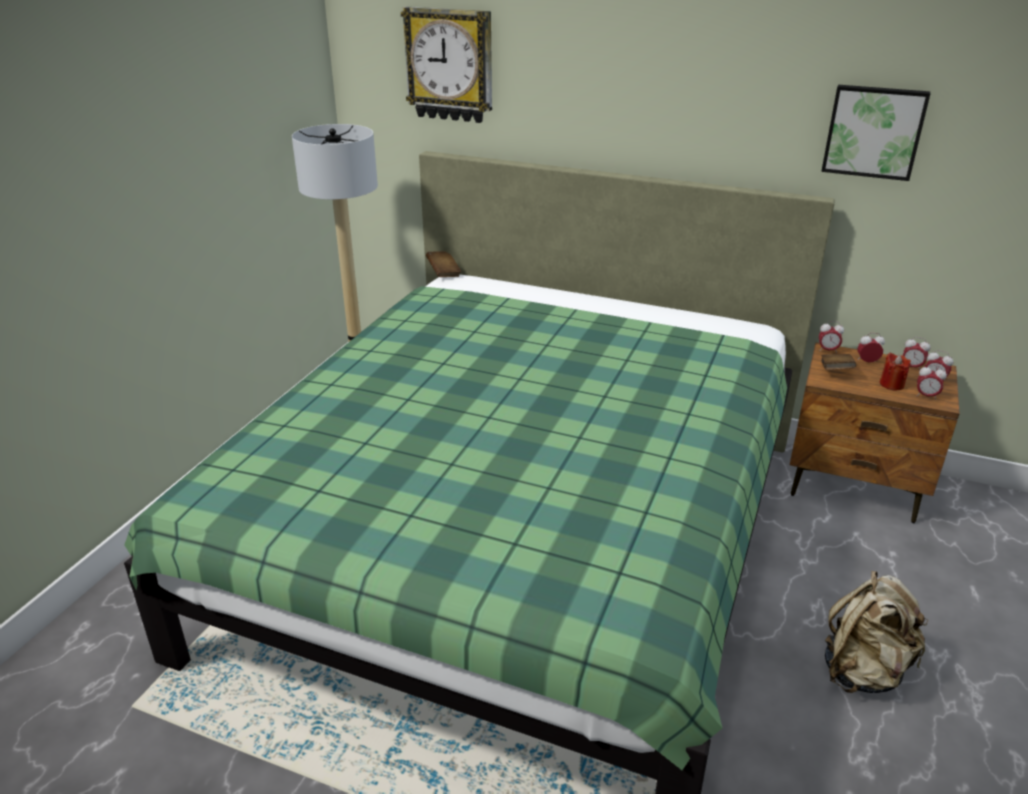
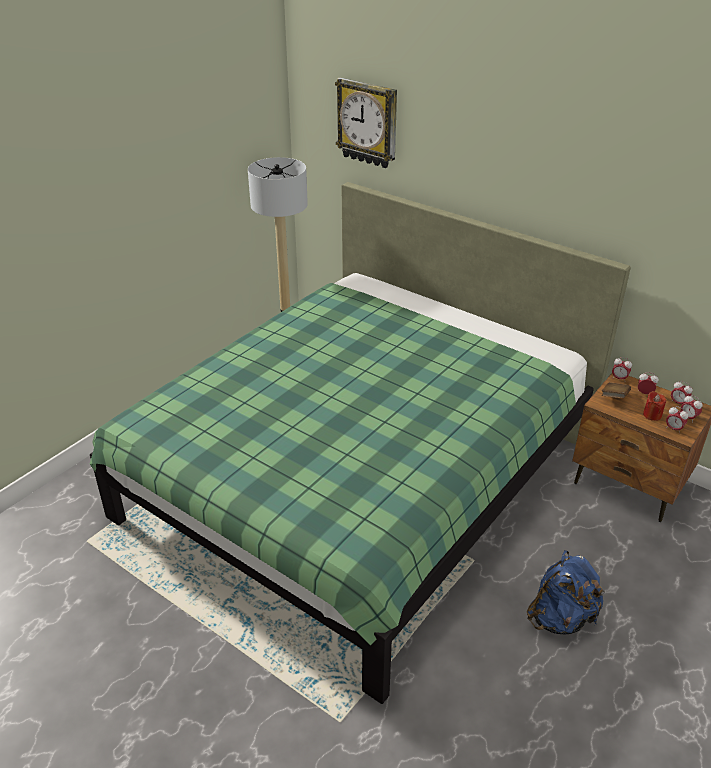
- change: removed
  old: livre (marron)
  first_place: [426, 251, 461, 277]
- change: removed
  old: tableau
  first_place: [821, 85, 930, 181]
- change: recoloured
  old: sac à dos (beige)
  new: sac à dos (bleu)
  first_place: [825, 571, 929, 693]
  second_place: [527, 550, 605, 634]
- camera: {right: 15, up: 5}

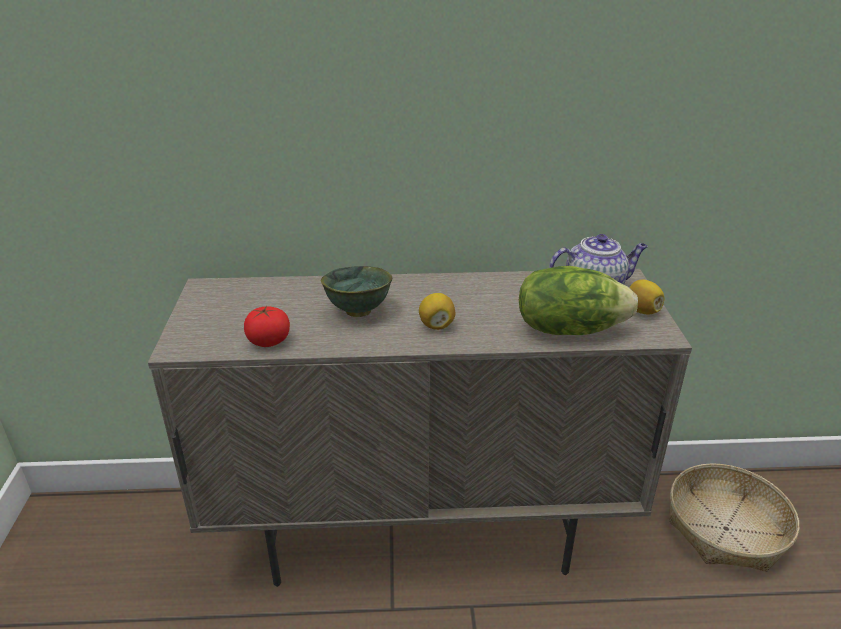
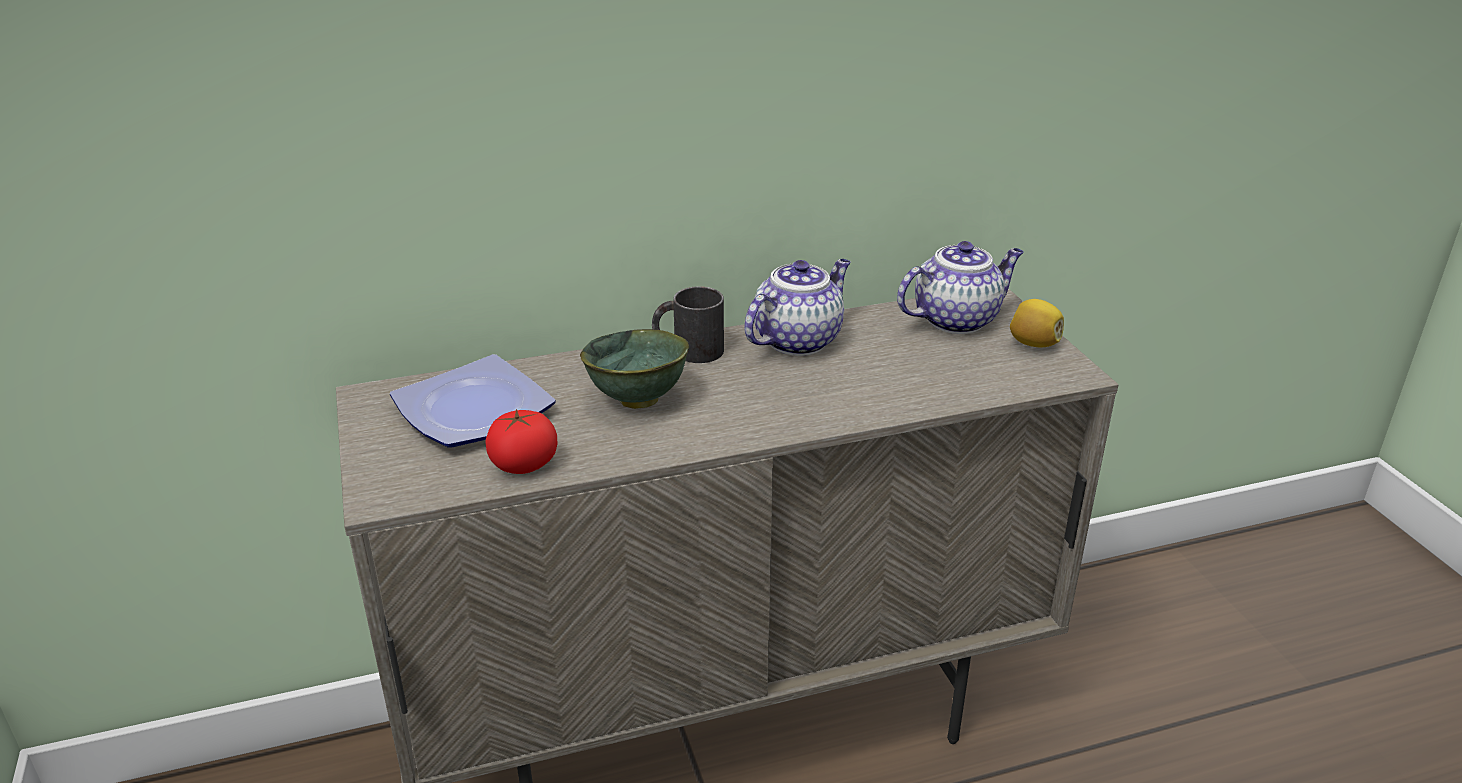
- change: removed
  old: citron
  first_place: [419, 293, 455, 330]
- change: removed
  old: laitue
  first_place: [519, 266, 638, 335]
- change: removed
  old: panier
  first_place: [669, 463, 799, 572]
- change: added
  new: assiette
  second_place: [390, 354, 556, 448]
- change: added
  new: mug (noir)
  second_place: [652, 286, 724, 363]
- change: added
  new: théière
  second_place: [744, 259, 851, 356]
- camera: {right: -15, up: 0}

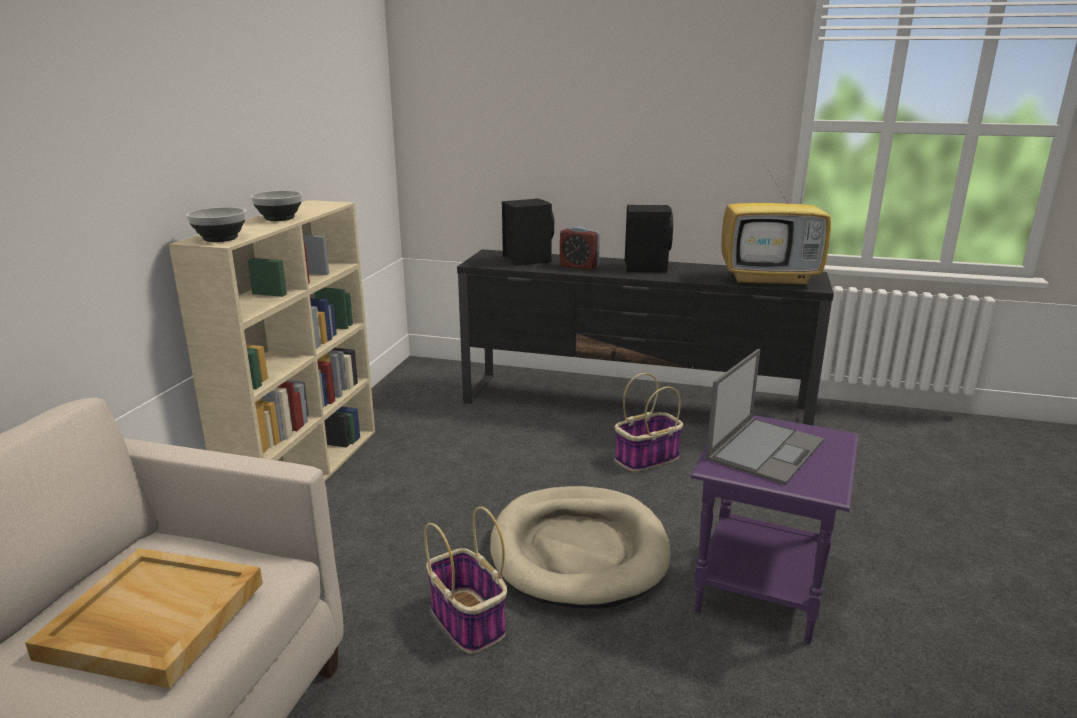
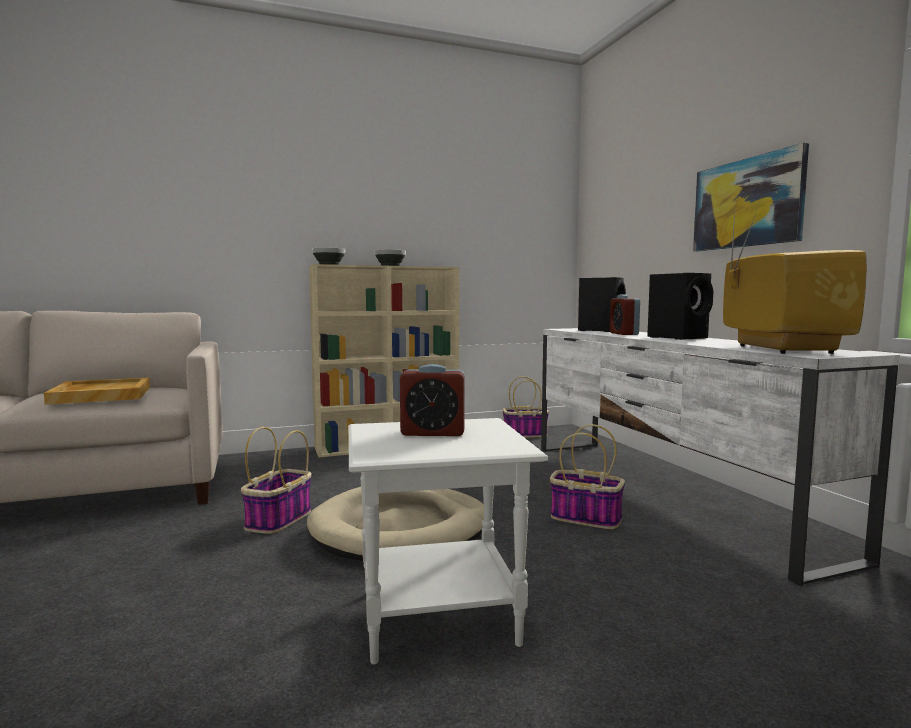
- change: added
  new: panier
  second_place: [503, 377, 549, 438]
- change: added
  new: tableau
  second_place: [693, 143, 809, 251]
- change: replaced
  old: ordinateur portable
  new: réveil
  first_place: [706, 349, 824, 485]
  second_place: [400, 364, 465, 436]
- change: recoloured
  old: meuble télé (noir)
  new: meuble télé (blanc)
  first_place: [457, 249, 834, 426]
  second_place: [541, 328, 900, 586]
- change: recoloured
  old: table d'appoint (violet)
  new: table d'appoint (blanc)
  first_place: [691, 415, 859, 644]
  second_place: [348, 418, 548, 665]
- change: turned
  old: téléviseur
  first_place: [721, 148, 831, 287]
  second_place: [723, 196, 867, 354]
  degrees: -150
- camera: {right: 55, up: -15}

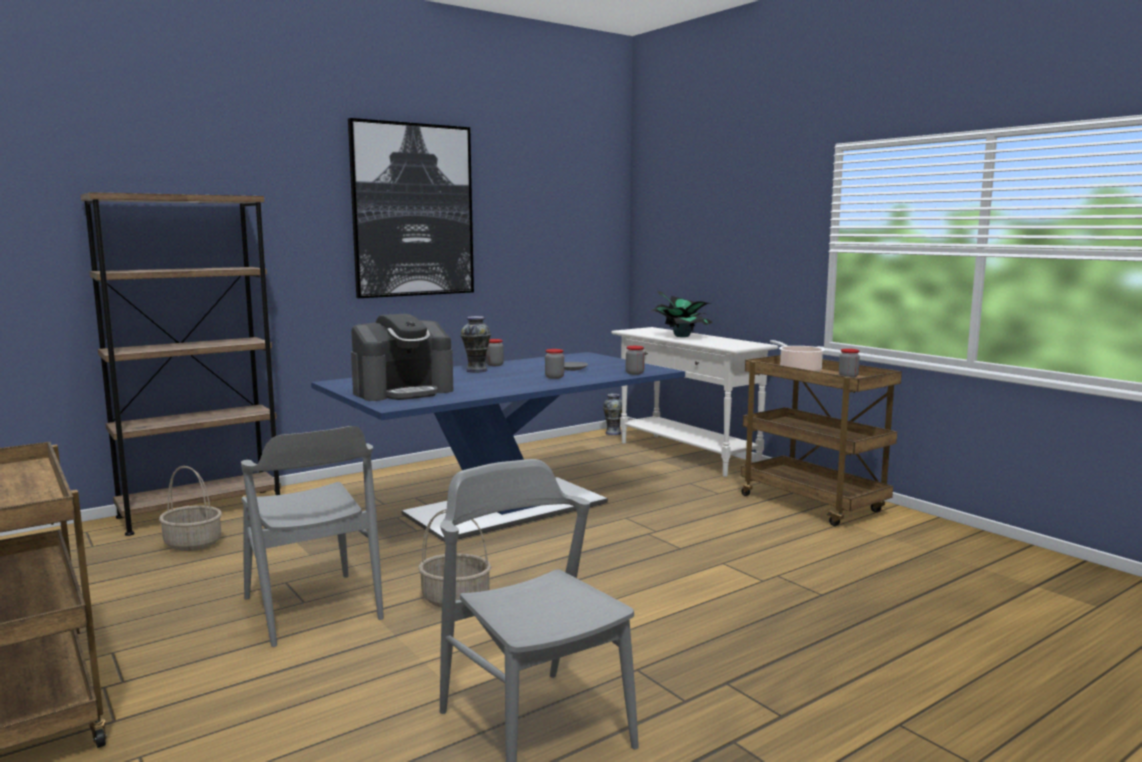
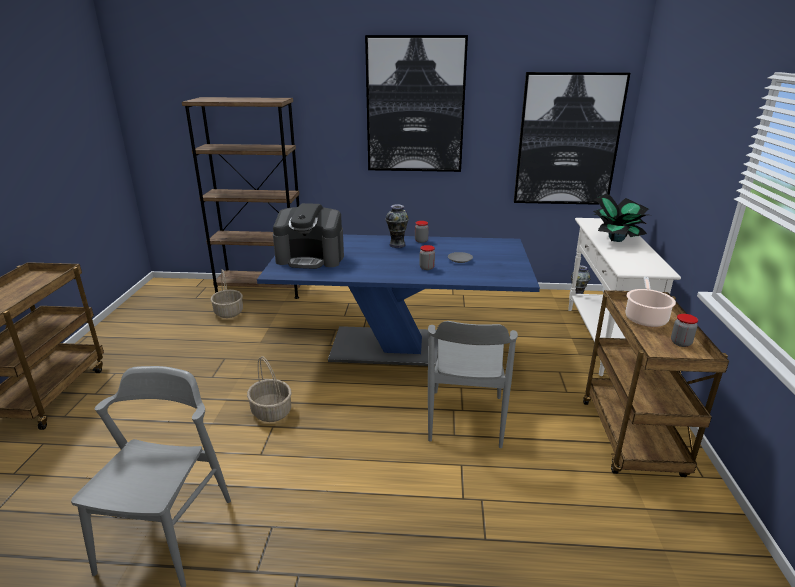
- change: removed
  old: bocal
  first_place: [626, 346, 645, 375]
- change: added
  new: tableau
  second_place: [514, 72, 630, 205]
- change: moved
  old: chaise (gris)
  first_place: [241, 426, 384, 647]
  second_place: [428, 321, 518, 448]
- camera: {right: 40, up: 15}

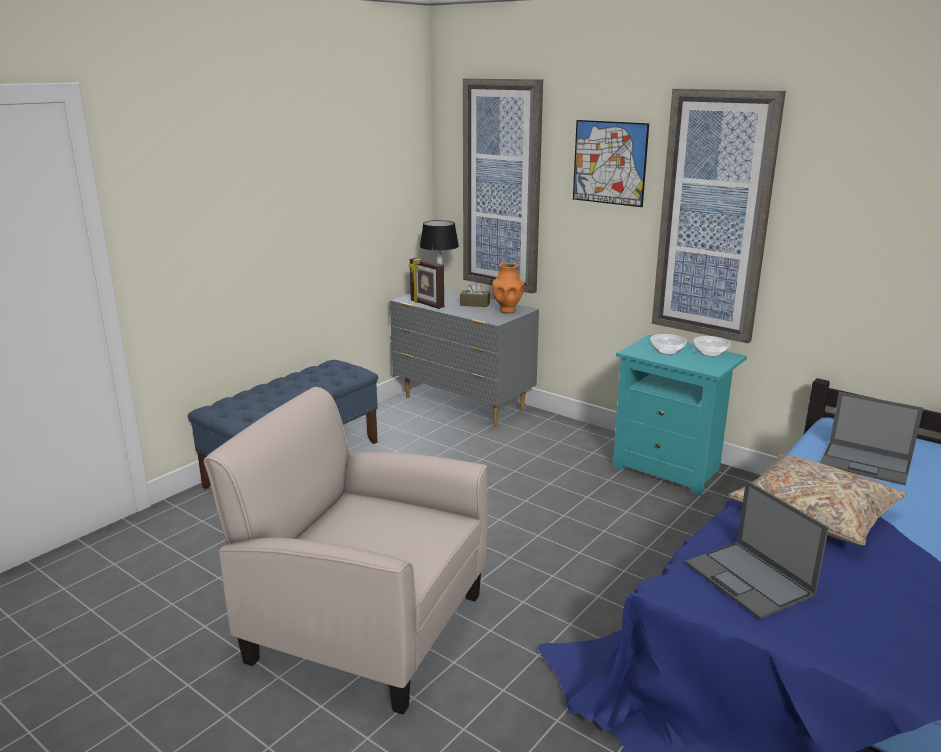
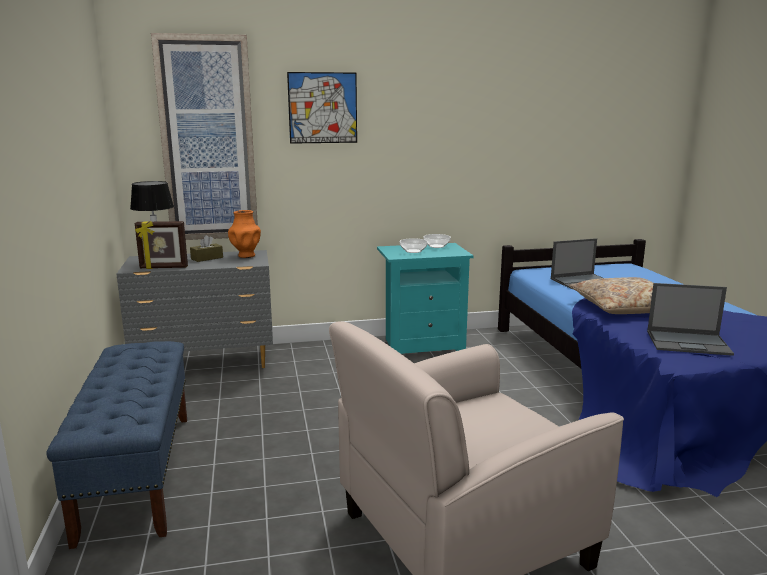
- change: removed
  old: tableau
  first_place: [652, 88, 786, 343]
- camera: {right: -50, up: -5}

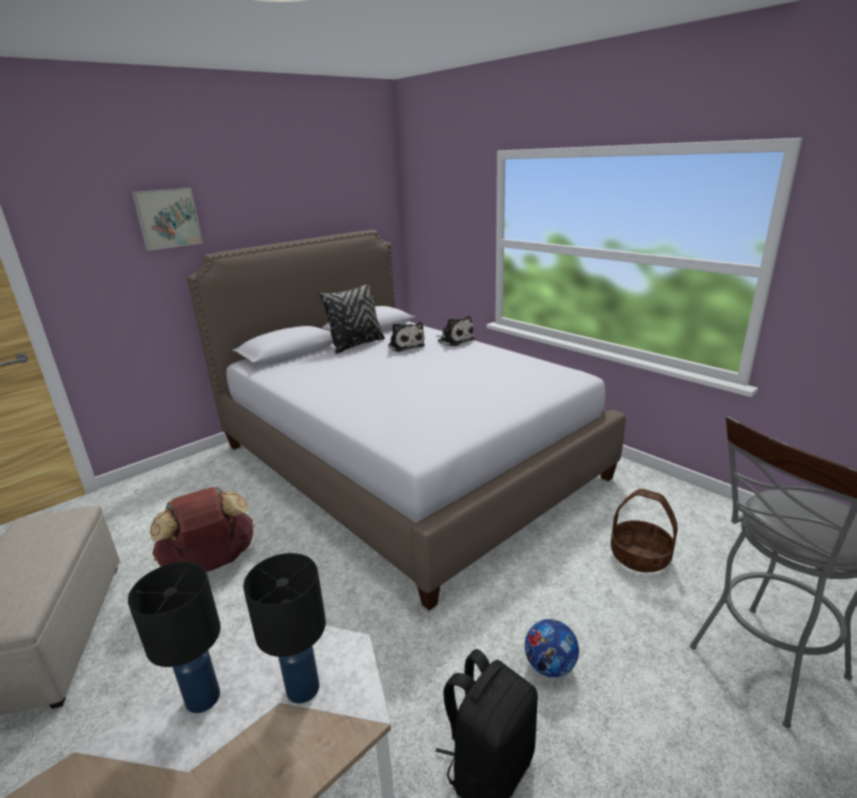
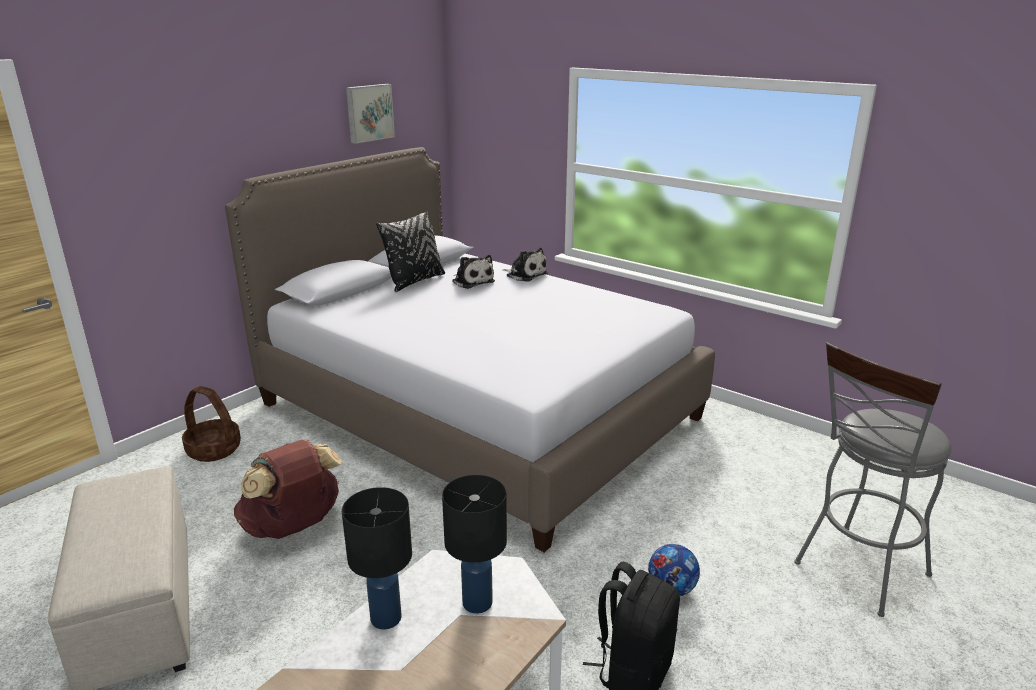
- change: moved
  old: tableau
  first_place: [132, 188, 203, 251]
  second_place: [346, 84, 395, 144]
- change: moved
  old: panier
  first_place: [611, 489, 678, 573]
  second_place: [182, 386, 241, 462]
- camera: {right: -10, up: 0}

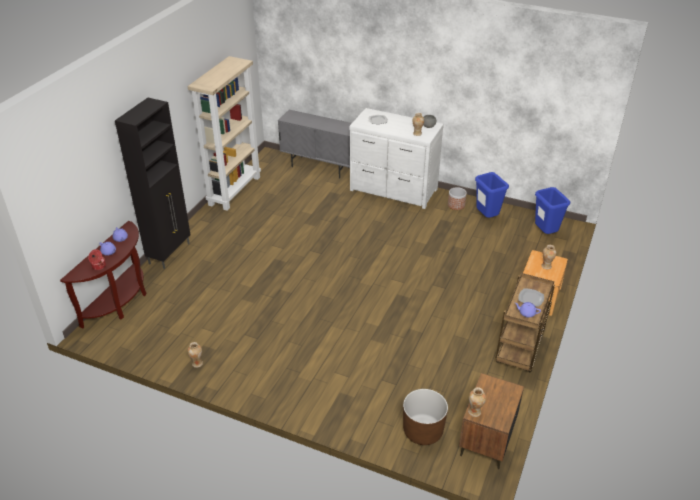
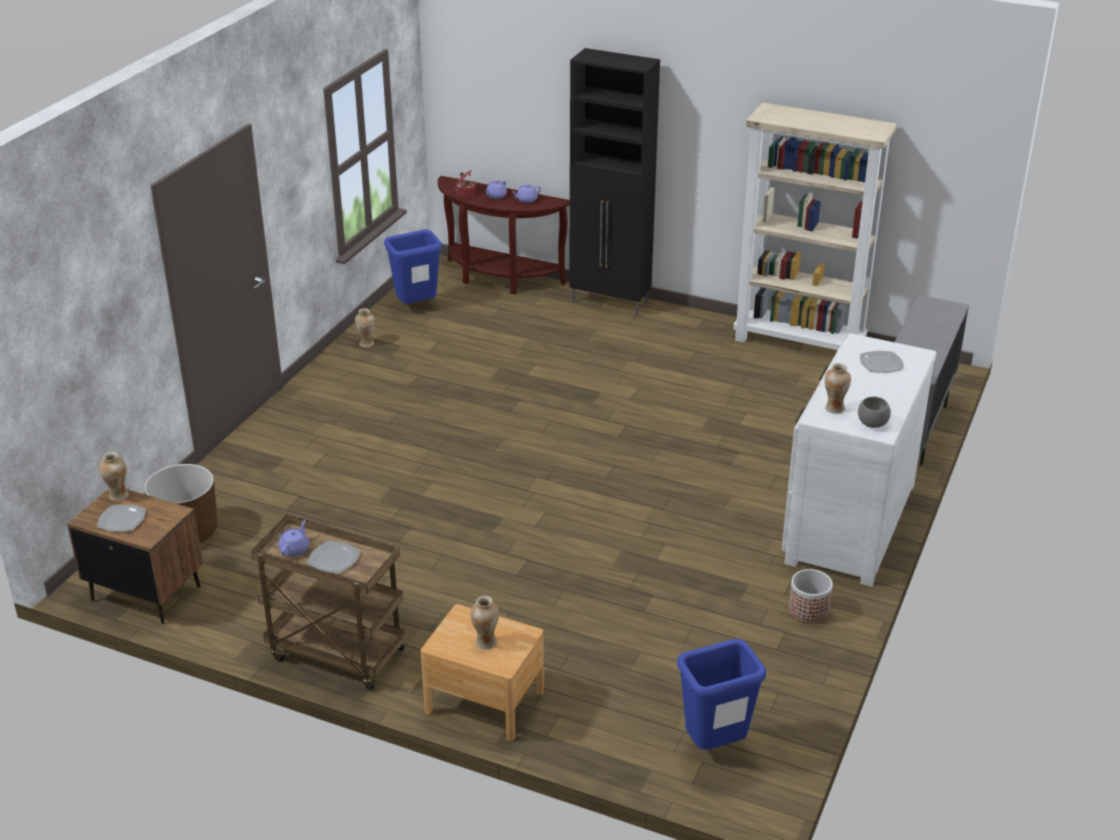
- change: added
  new: assiette
  second_place: [97, 504, 146, 532]
- change: moved
  old: poubelle (bleu)
  first_place: [475, 172, 509, 218]
  second_place: [384, 230, 442, 304]
- camera: {right: 90, up: -5}

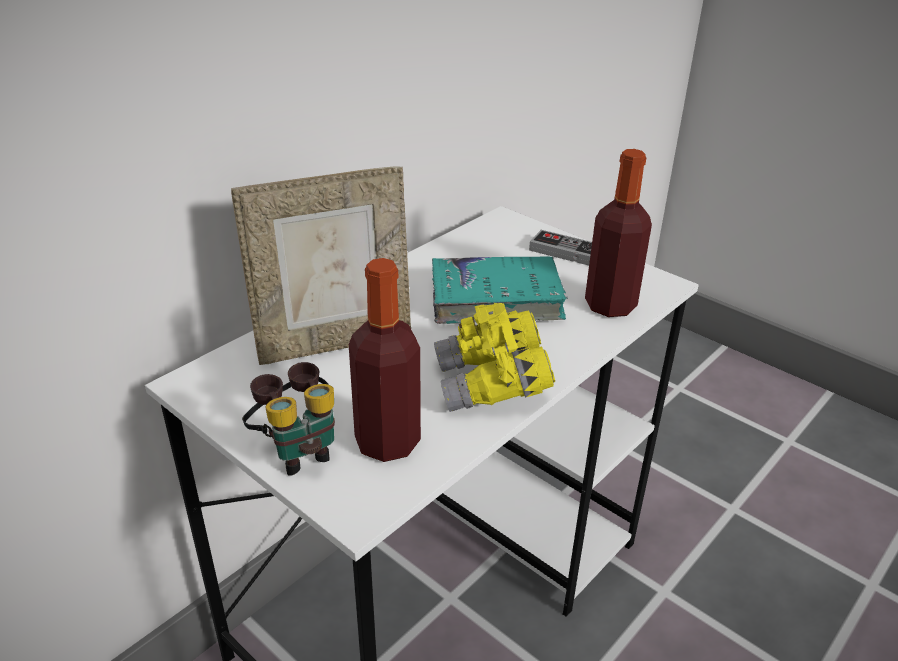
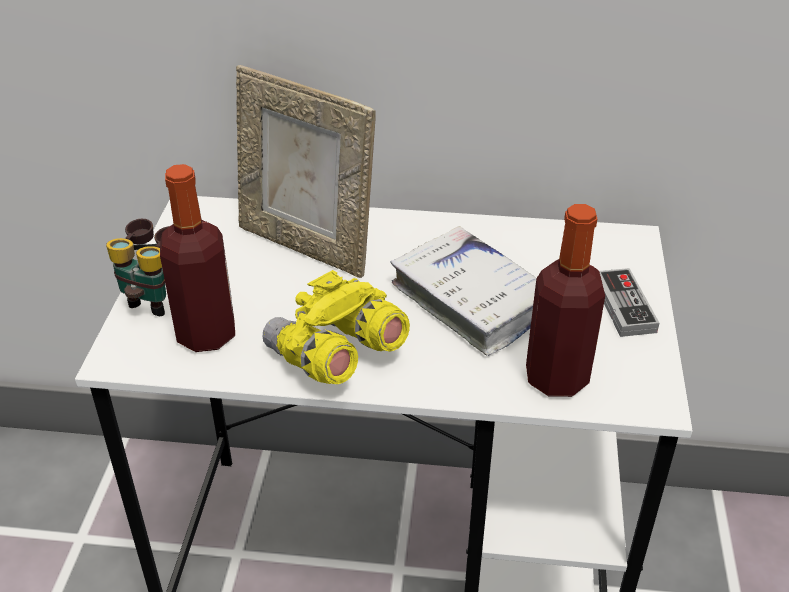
- change: recoloured
  old: livre (turquoise)
  new: livre (blanc)
  first_place: [432, 256, 568, 324]
  second_place: [390, 226, 536, 356]
- camera: {right: 55, up: 5}

